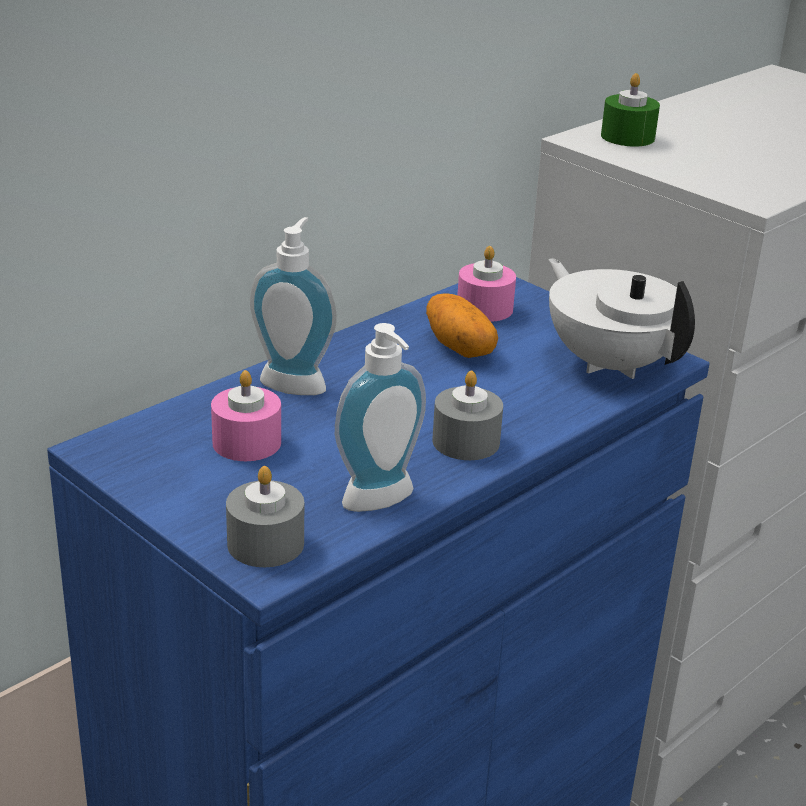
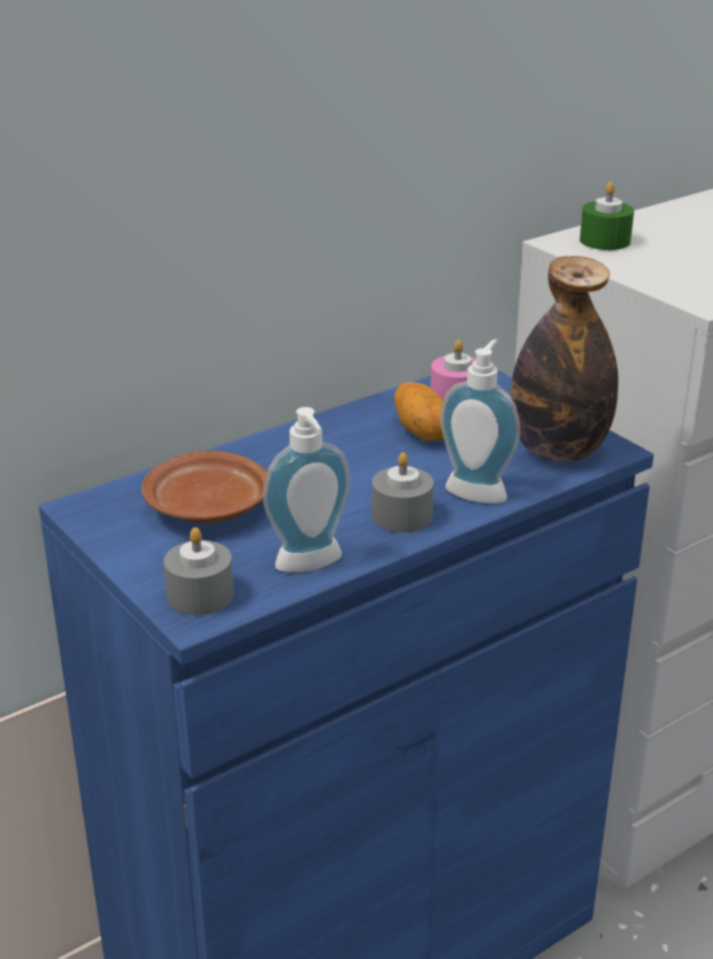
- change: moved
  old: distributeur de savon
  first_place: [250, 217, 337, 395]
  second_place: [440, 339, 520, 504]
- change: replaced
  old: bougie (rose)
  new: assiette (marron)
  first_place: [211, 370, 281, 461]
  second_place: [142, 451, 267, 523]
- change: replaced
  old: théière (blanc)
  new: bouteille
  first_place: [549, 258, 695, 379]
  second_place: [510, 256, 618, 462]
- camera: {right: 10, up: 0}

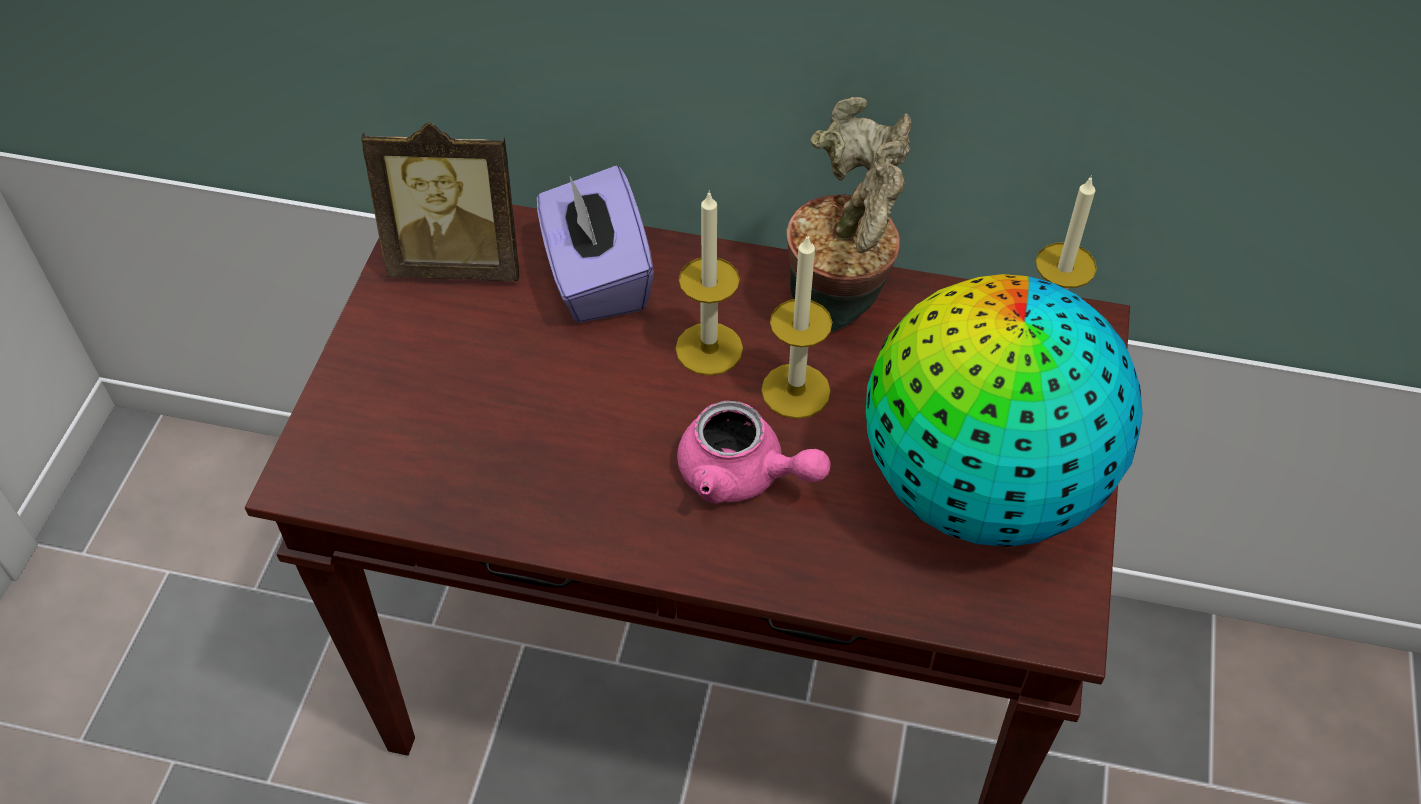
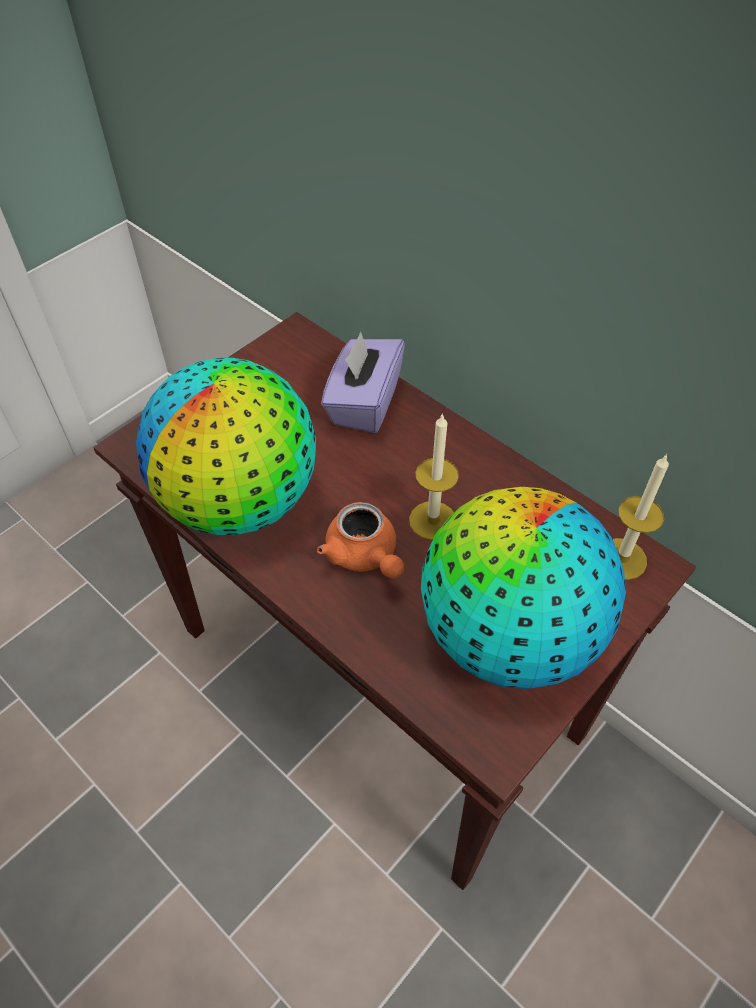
- change: removed
  old: cadre photo
  first_place: [361, 122, 519, 281]
- change: removed
  old: bougie
  first_place: [675, 190, 743, 376]
- change: removed
  old: plante en pot
  first_place: [786, 97, 911, 332]
- change: added
  new: globe
  second_place: [136, 358, 316, 535]
- change: recoloured
  old: théière (rose)
  new: théière (orange)
  first_place: [677, 401, 831, 504]
  second_place: [317, 502, 404, 579]
- camera: {right: 30, up: 0}

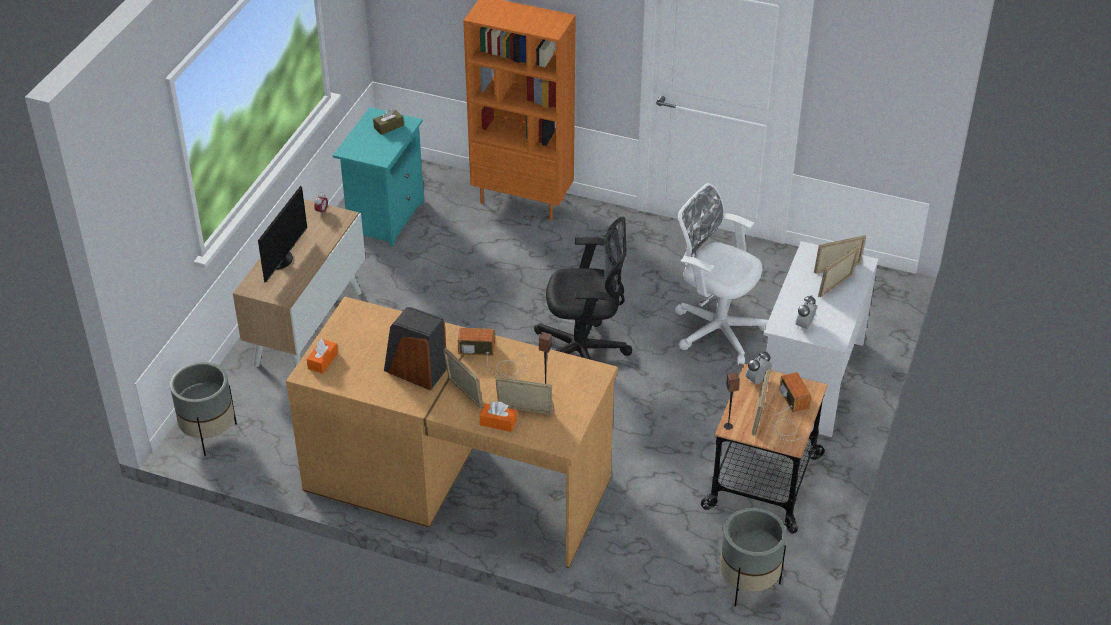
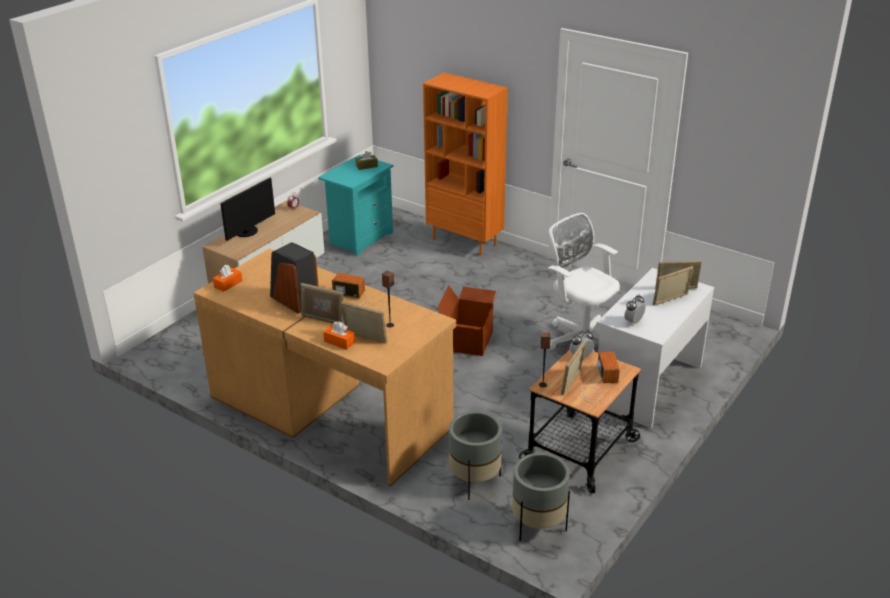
- change: moved
  old: cache-pot (gris)
  first_place: [170, 362, 237, 456]
  second_place: [449, 411, 502, 500]
- change: replaced
  old: chaise de bureau (noir)
  new: carton
  first_place: [534, 217, 632, 360]
  second_place: [437, 286, 499, 356]
- change: turned
  old: cadre photo
  first_place: [443, 348, 483, 408]
  second_place: [301, 283, 344, 324]
  degrees: 135
- camera: {right: 15, up: -10}

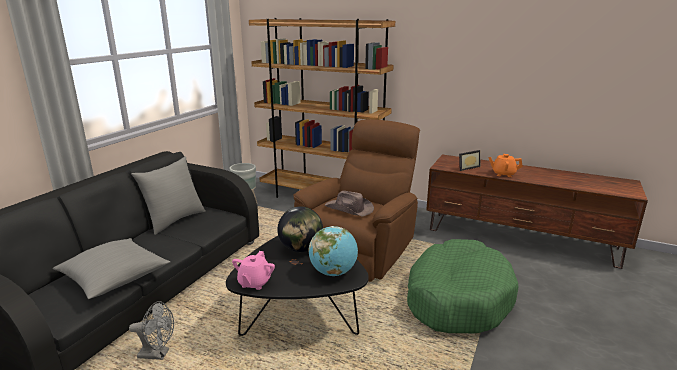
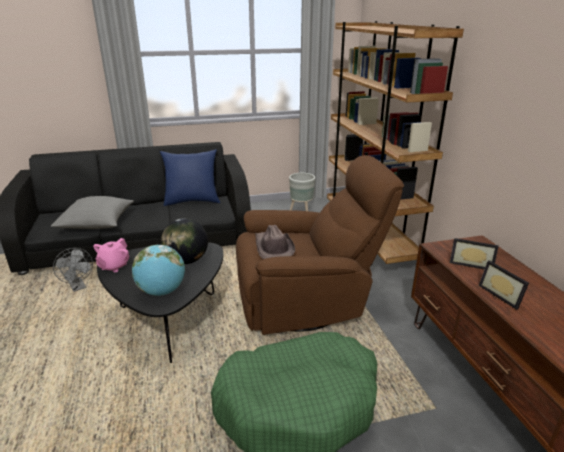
- change: replaced
  old: théière (orange)
  new: cadre photo
  first_place: [488, 154, 523, 177]
  second_place: [479, 260, 529, 310]
- change: recoloured
  old: coussin (gris)
  new: coussin (bleu)
  first_place: [131, 156, 206, 235]
  second_place: [160, 149, 220, 206]
- change: turned
  old: théière (rose)
  first_place: [232, 251, 275, 290]
  second_place: [93, 238, 129, 272]
  degrees: -45
- camera: {right: 50, up: 5}

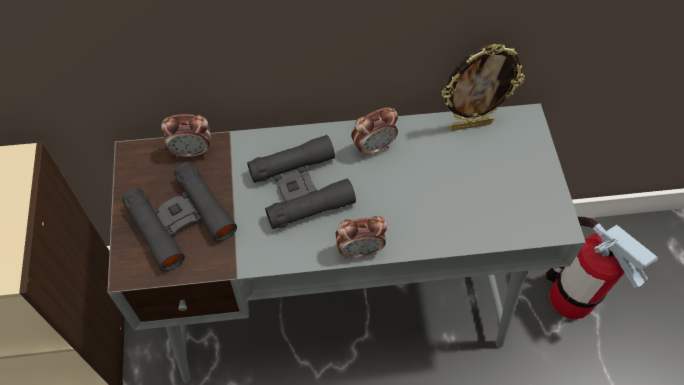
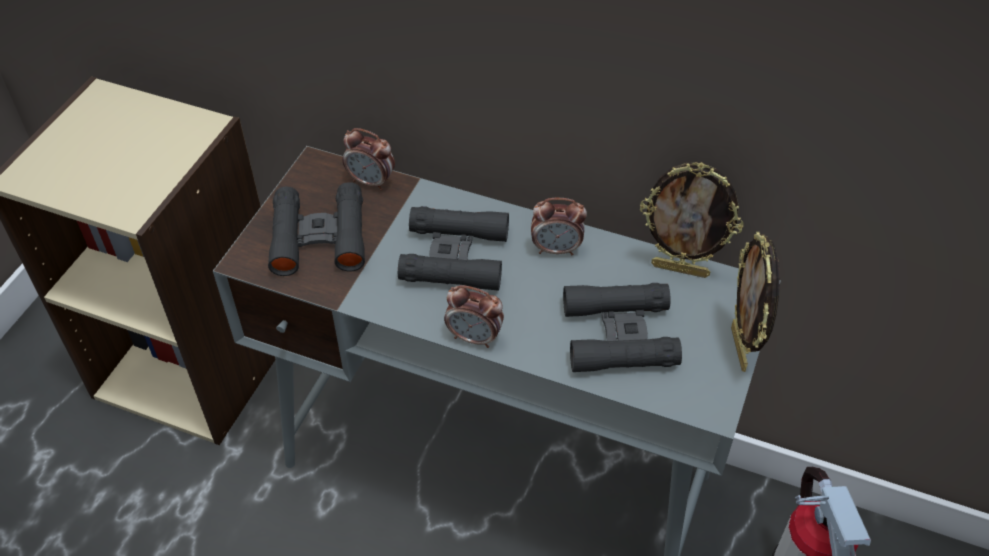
- change: added
  new: jumelles (noir)
  second_place: [563, 283, 682, 372]
- change: added
  new: cadre photo
  second_place: [731, 232, 780, 372]
- camera: {right: 30, up: -10}

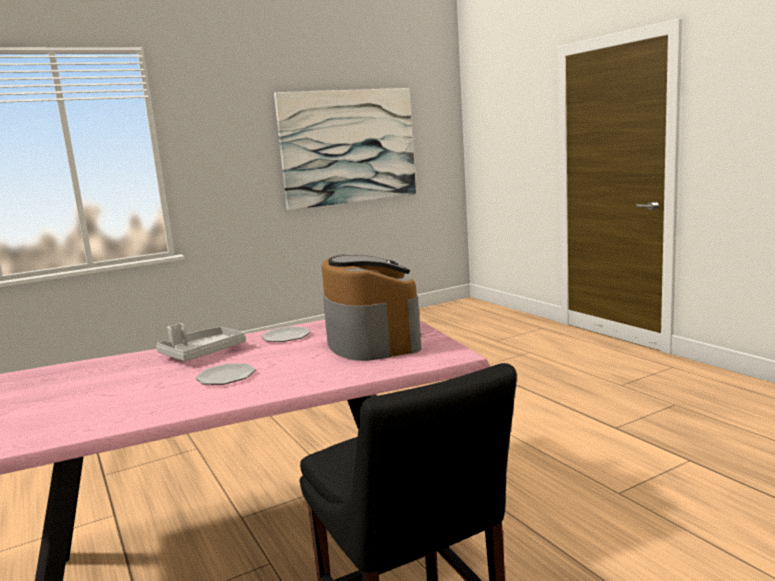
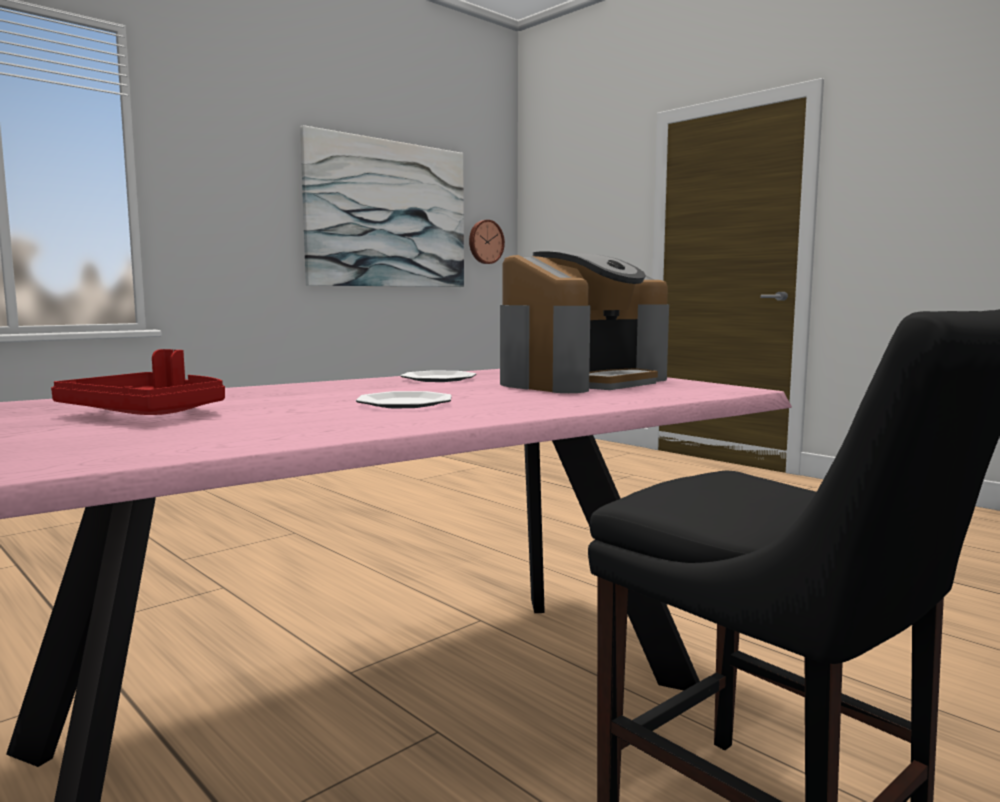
- change: removed
  old: plateau (gris)
  first_place: [156, 323, 246, 361]
- change: added
  new: plateau (rouge)
  second_place: [51, 349, 225, 415]
- change: added
  new: horloge murale
  second_place: [469, 220, 505, 264]
- change: turned
  old: machine à café
  first_place: [321, 254, 421, 361]
  second_place: [500, 252, 669, 393]
  degrees: 75
- camera: {right: -15, up: -5}

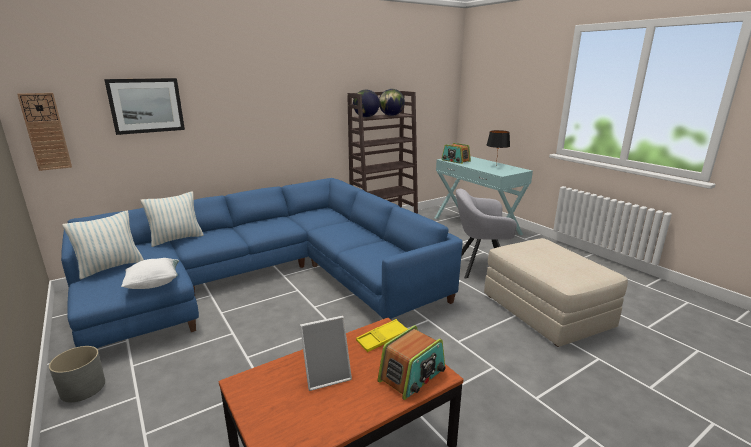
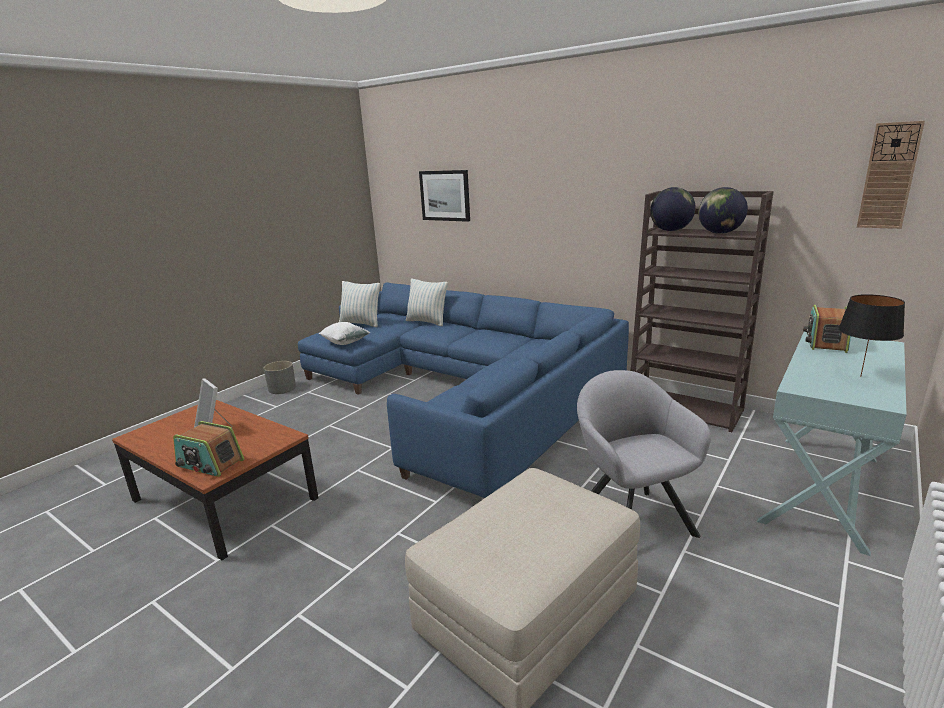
- change: removed
  old: plateau (jaune)
  first_place: [356, 319, 407, 352]
- change: moved
  old: horloge murale
  first_place: [17, 93, 72, 171]
  second_place: [857, 121, 925, 229]
- camera: {right: 70, up: 0}

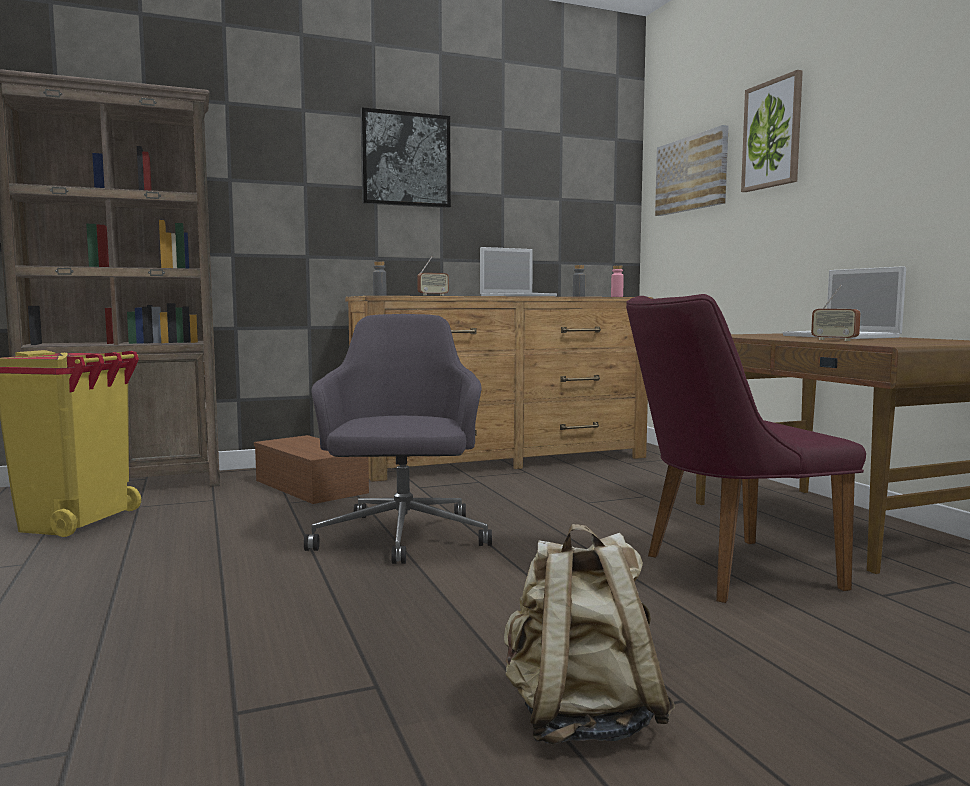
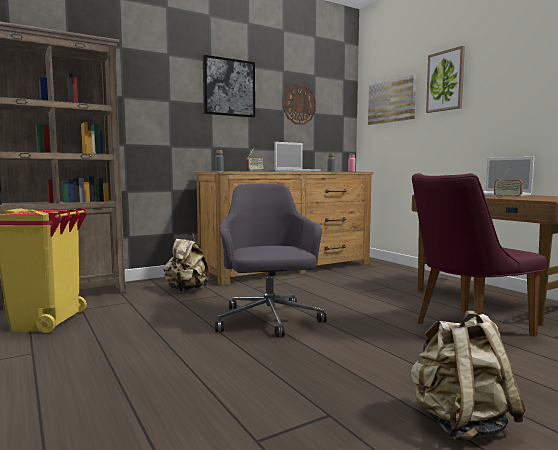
- change: added
  new: horloge murale
  second_place: [283, 83, 316, 125]
- change: replaced
  old: boîte de rangement (marron)
  new: sac à dos (beige)
  first_place: [254, 435, 369, 504]
  second_place: [164, 234, 209, 291]
- camera: {right: -10, up: 0}

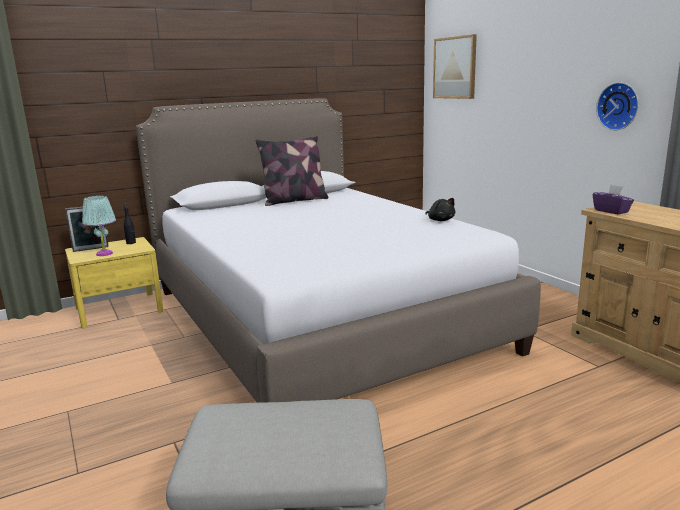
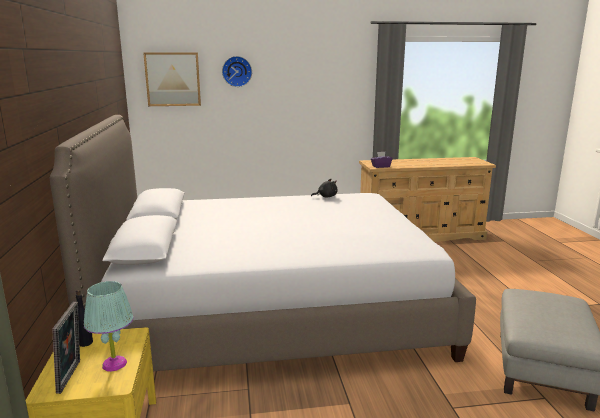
- change: removed
  old: coussin
  first_place: [255, 136, 329, 206]
- change: moved
  old: horloge murale
  first_place: [596, 82, 639, 130]
  second_place: [222, 56, 252, 87]
- camera: {right: -70, up: 0}

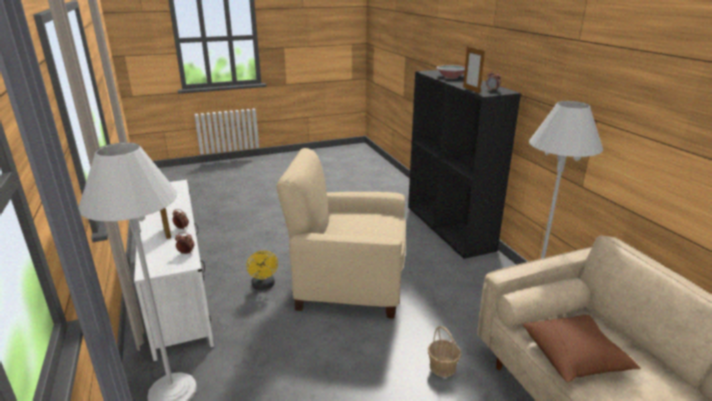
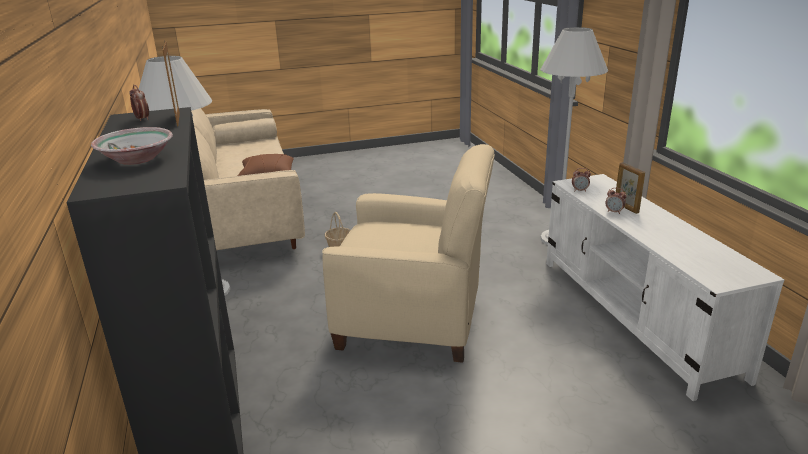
- change: removed
  old: ventilateur (jaune)
  first_place: [246, 251, 278, 290]
- camera: {right: -175, up: 0}

